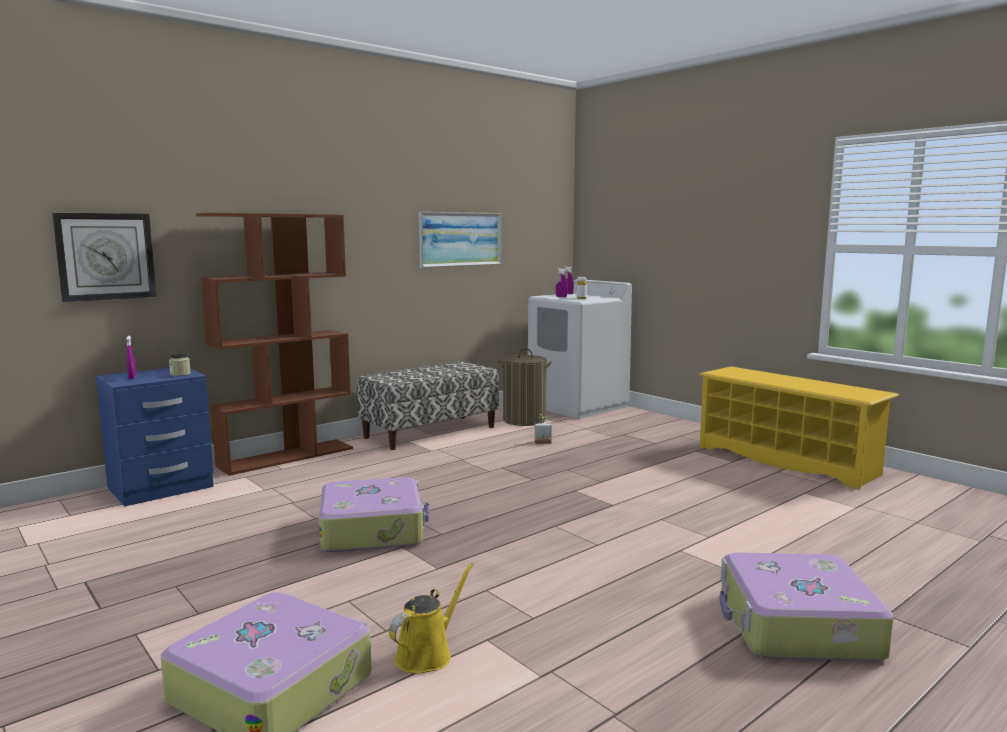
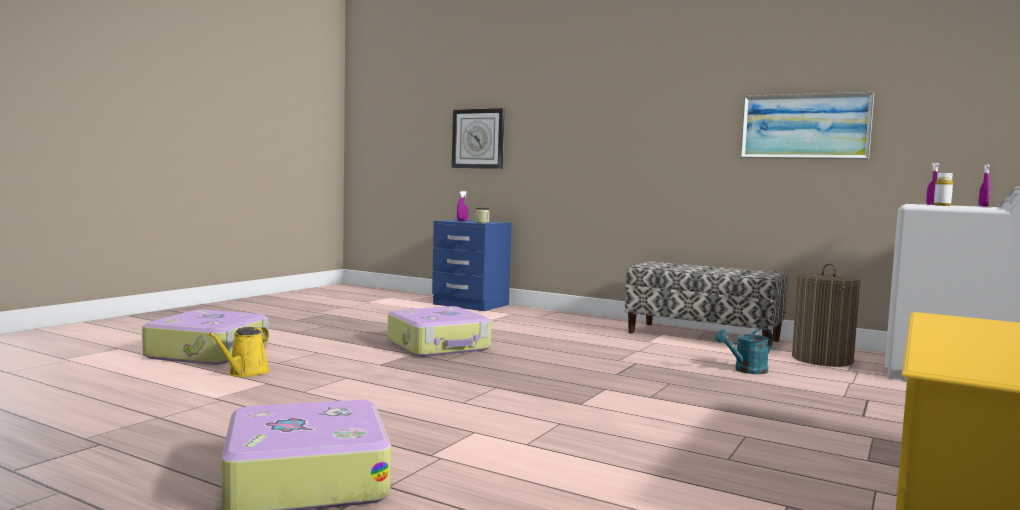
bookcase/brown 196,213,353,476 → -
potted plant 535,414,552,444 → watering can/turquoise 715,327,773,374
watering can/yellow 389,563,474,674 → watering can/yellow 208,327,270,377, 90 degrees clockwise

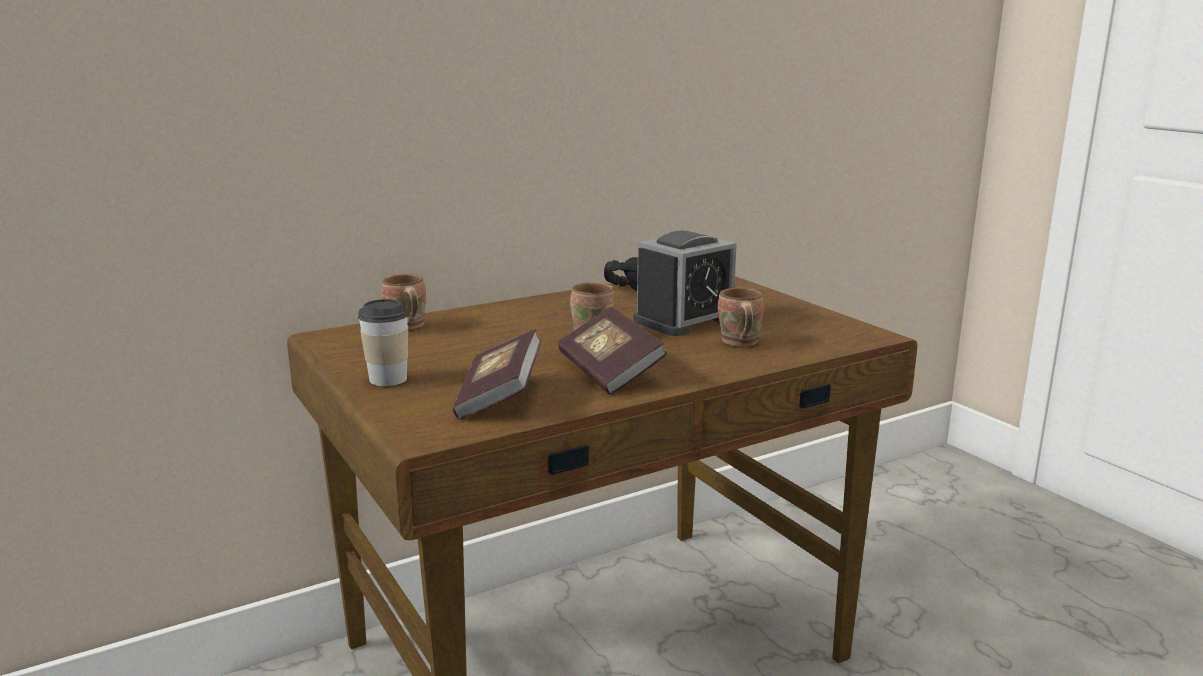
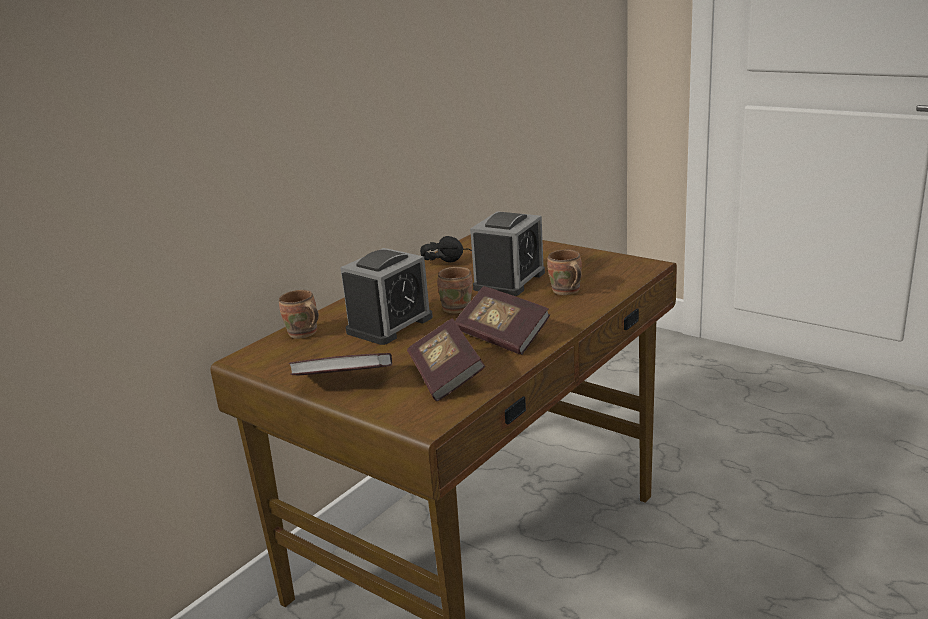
cup 358,299,409,386 → book 289,353,392,375
- → alarm clock 340,248,433,345

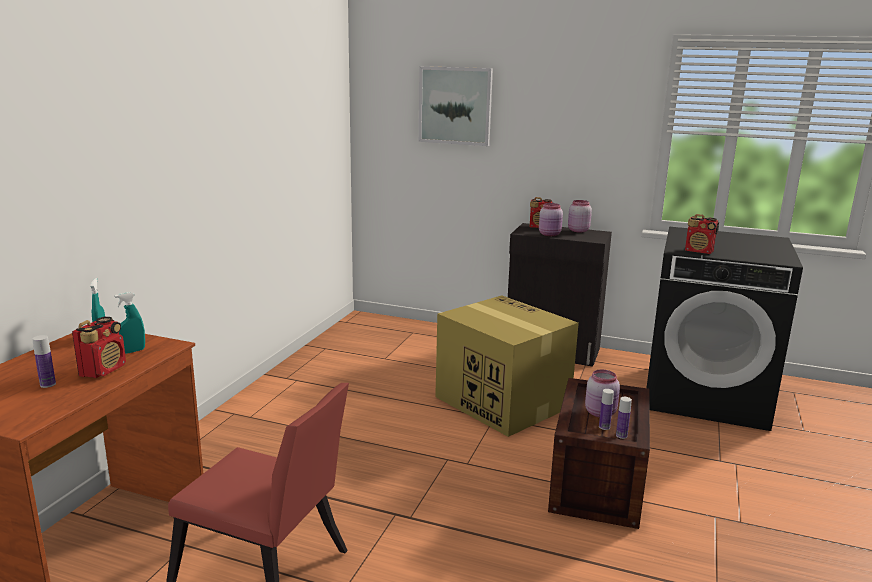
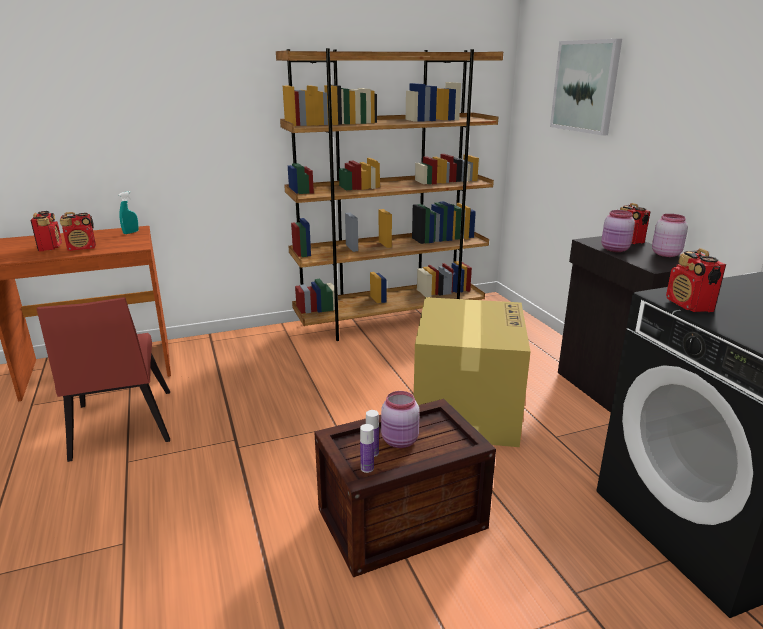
spray bottle/turquoise 114,292,145,354 → -
bottle 32,335,56,388 → radio 31,211,62,251
- → bookcase/brown 276,48,503,341

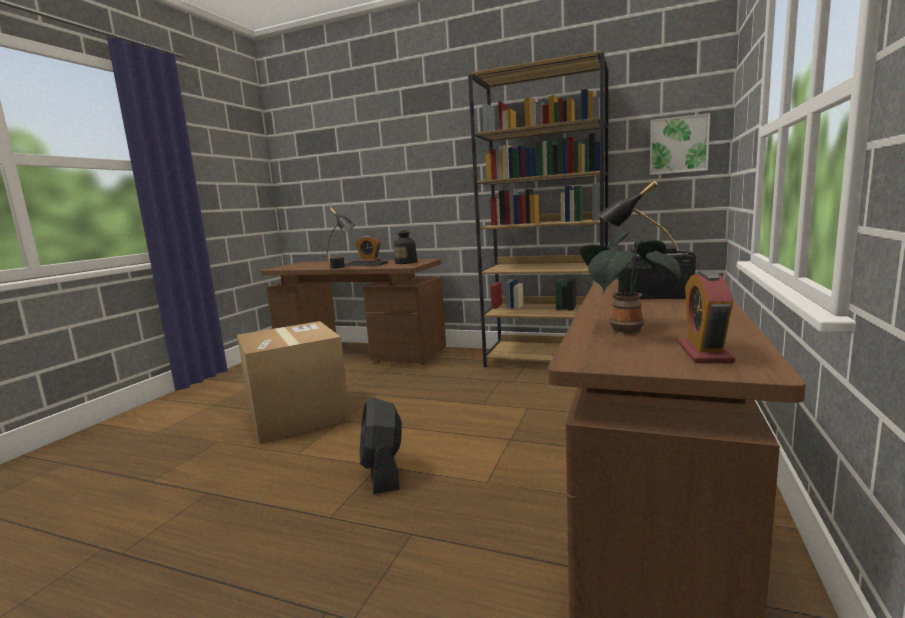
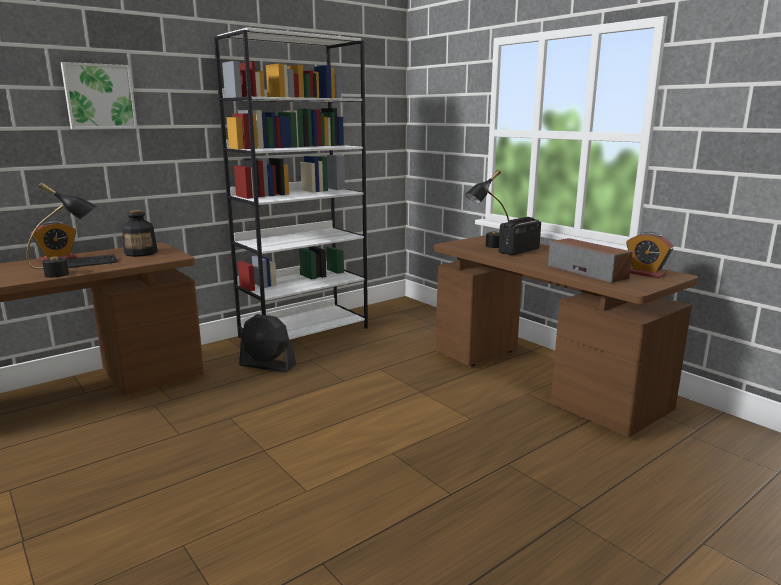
bookcase/brown 468,51,609,367 → bookcase/white 214,27,368,340
picture 650,113,710,175 → picture 61,62,137,129, shifted
potted plant 579,232,681,335 → speaker 548,238,633,283
cardboard box 237,321,351,444 → -
fan/black 360,398,402,494 → fan/black 239,314,296,373, shifted

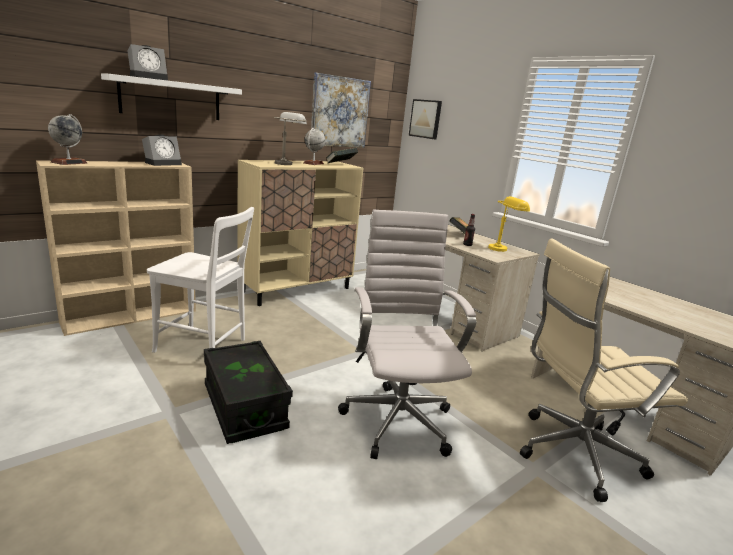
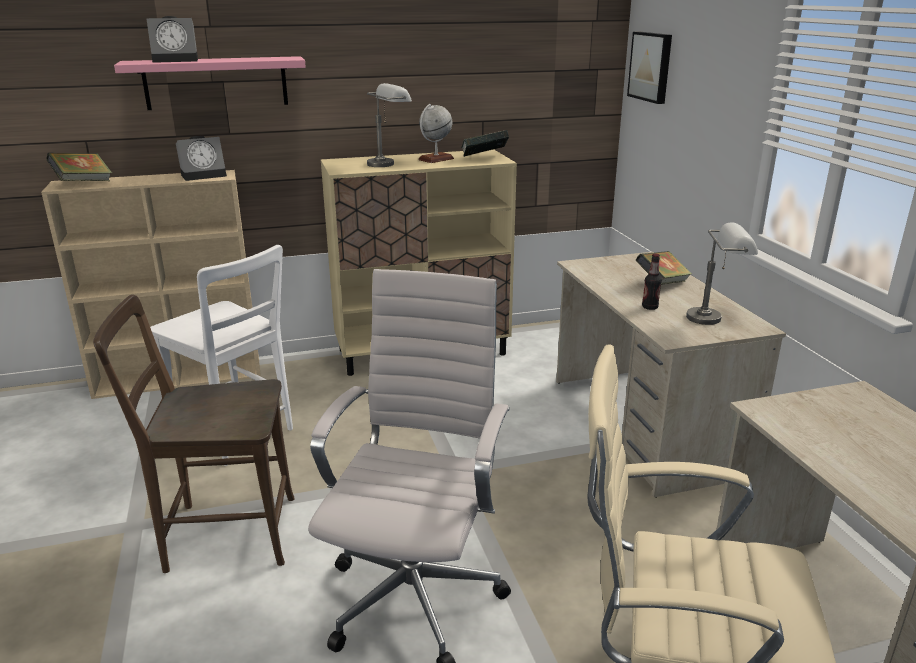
shelf/white 101,73,242,120 → shelf/pink 114,56,306,110
picture 311,73,371,148 → -
globe 48,114,87,165 → book 46,153,112,181
table lamp/yellow 488,196,530,252 → table lamp/grey 686,222,758,325
storage box/black 204,341,293,444 → chair/brown 93,295,295,573

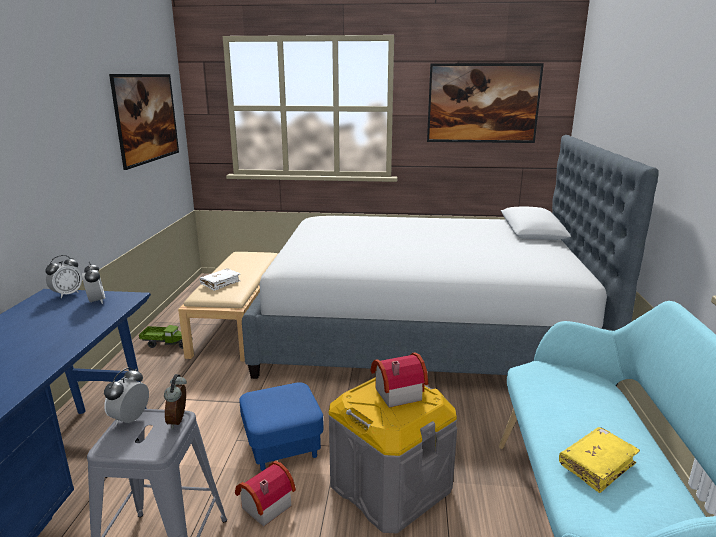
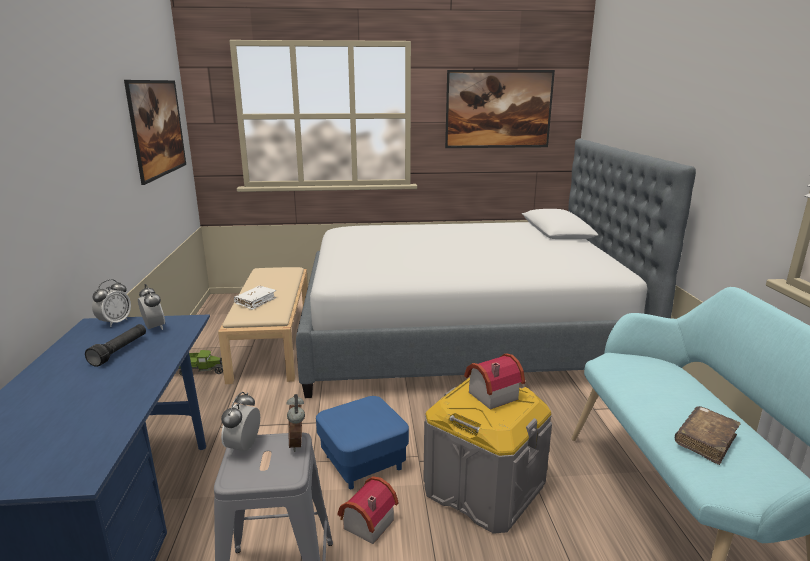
book/yellow 559,427,640,493 → book/brown 675,406,741,465
- → flashlight/black 85,324,146,367

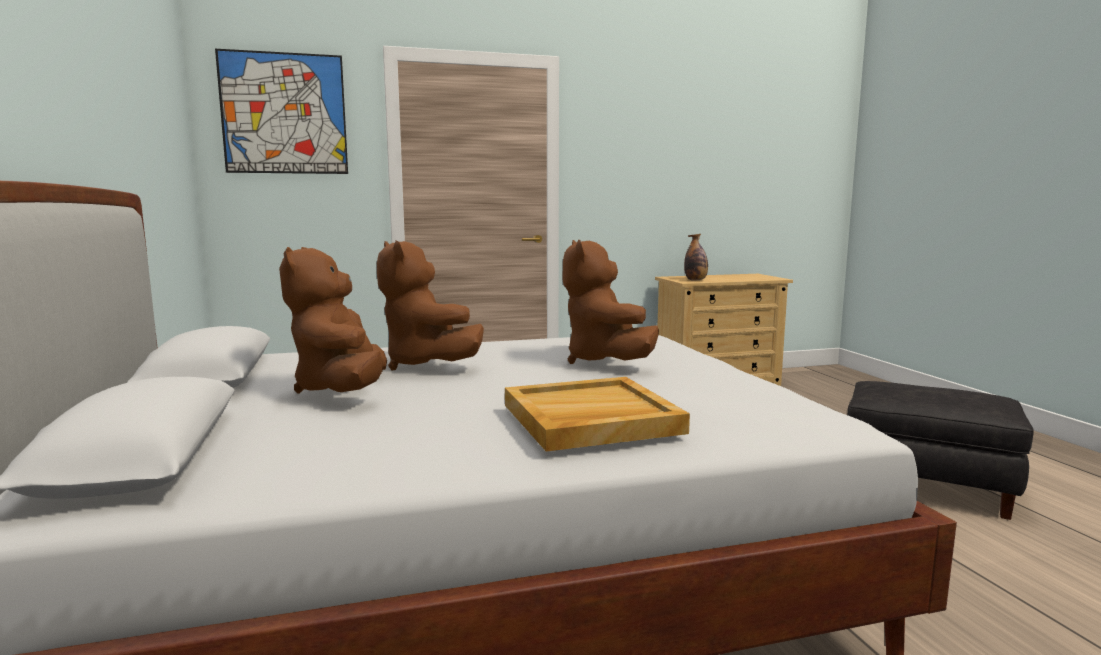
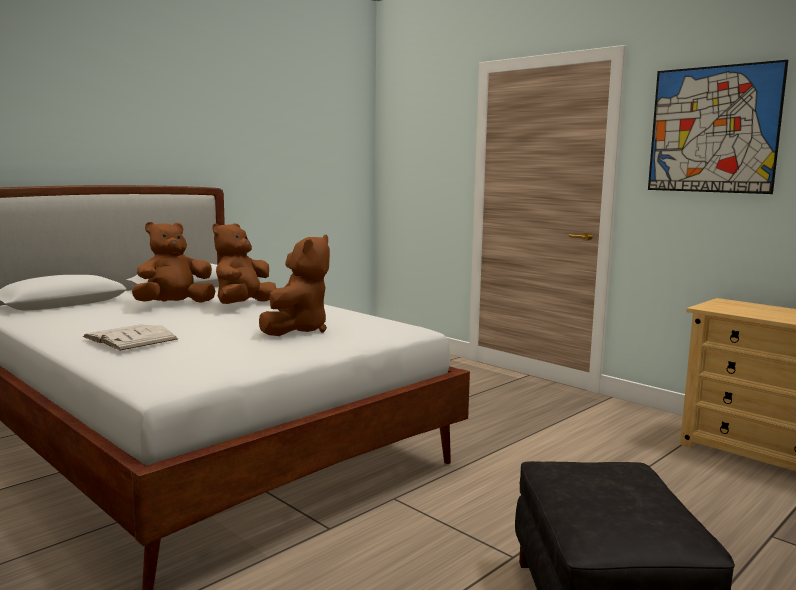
picture 215,49,348,174 → picture 648,60,788,194, shifted
bottle 684,234,708,281 → -
plush toy/brown 563,239,659,364 → plush toy/brown 259,235,330,336, 150 degrees clockwise
tray/beige 505,377,690,452 → book/white 83,325,178,351

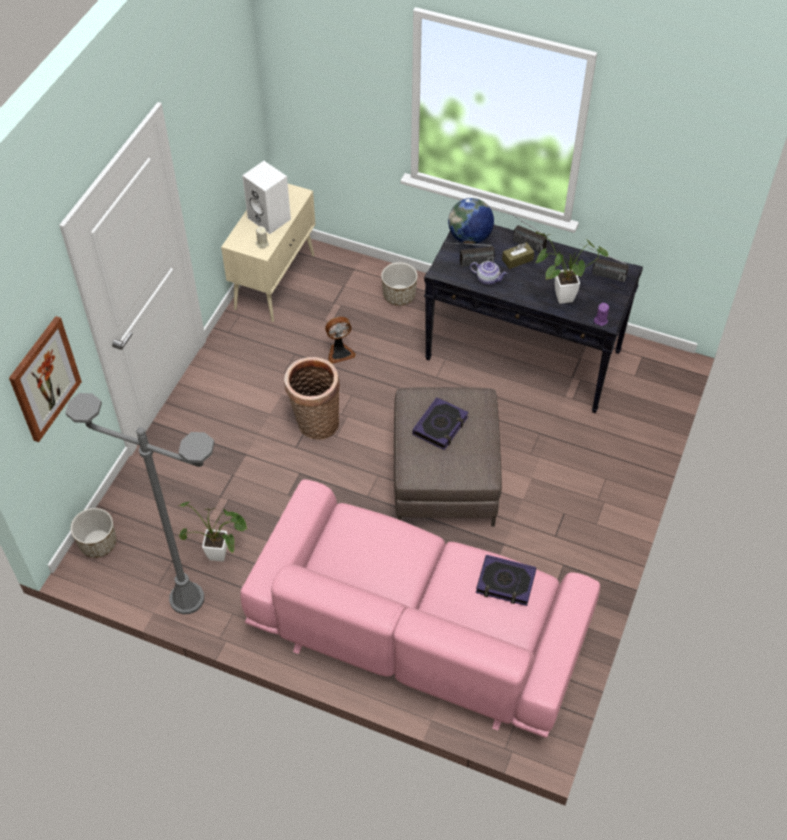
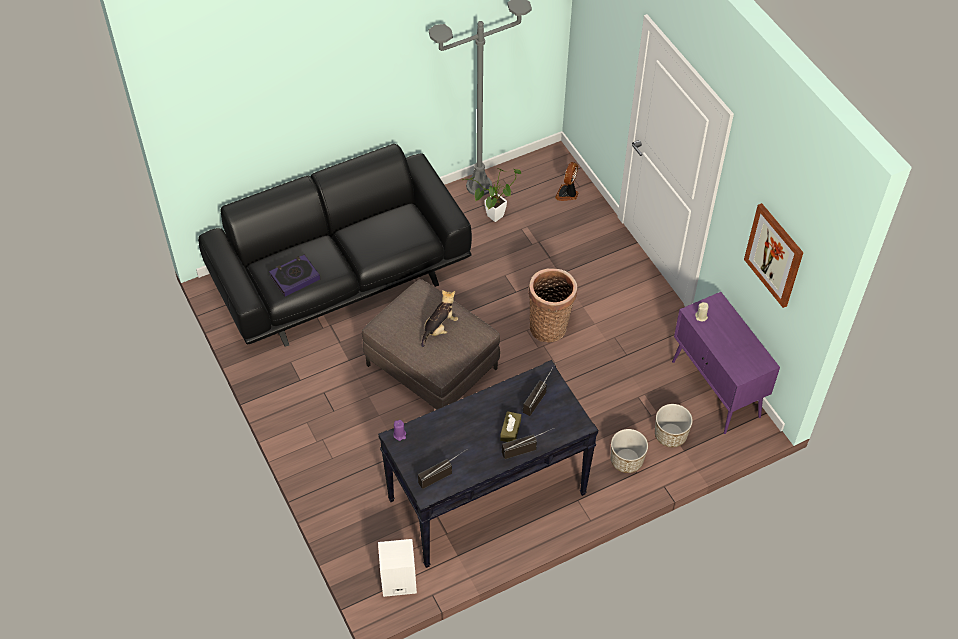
speaker/white 242,161,291,234 → speaker/white 378,539,417,597, shifted
cabinet/beige 221,184,315,322 → cabinet/purple 672,292,780,434
globe 448,198,494,244 → -
potted plant 536,232,608,304 → -
teapot 470,261,507,285 → -
picture 9,316,82,442 → picture 744,203,804,308, shifted
fan 325,317,356,364 → fan 555,162,579,201, shifted
book 412,397,469,450 → plush toy 421,290,458,347
sofa/pink 240,479,600,738 → sofa/black 198,144,472,347
planter 71,508,116,558 → planter 655,404,693,447, shifted

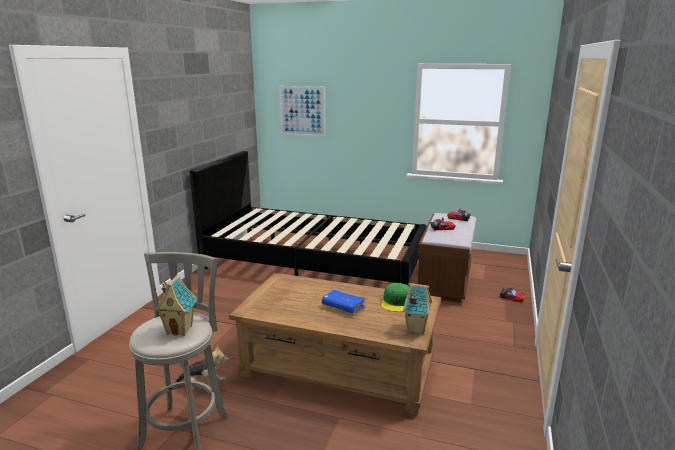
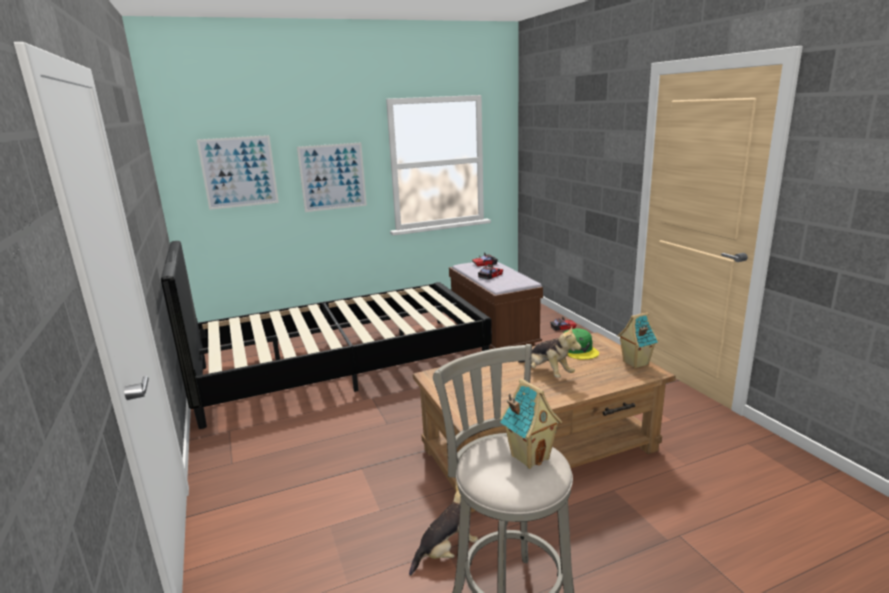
book/blue 322,290,366,314 → plush toy 518,326,582,378
- → picture 297,142,367,212

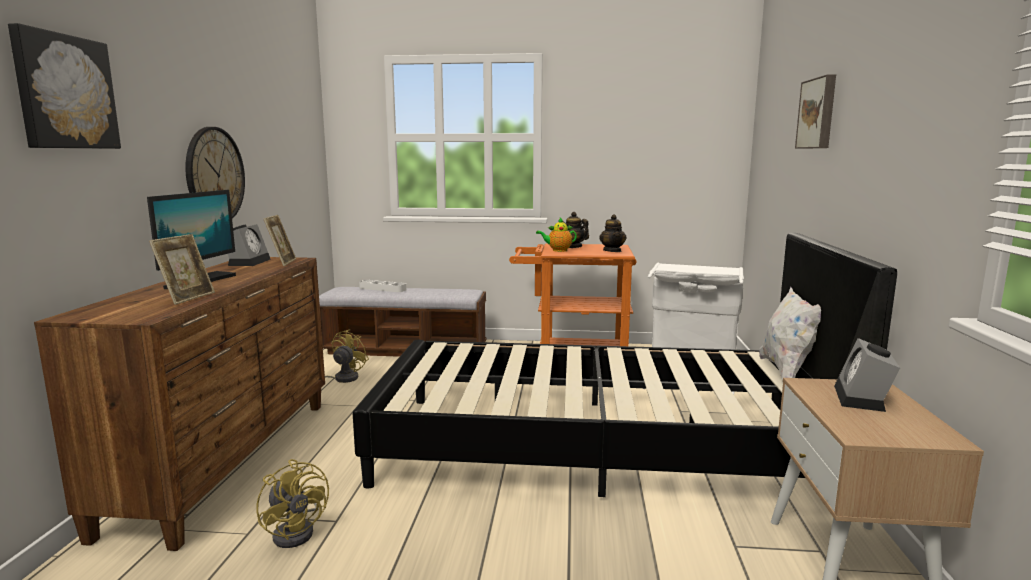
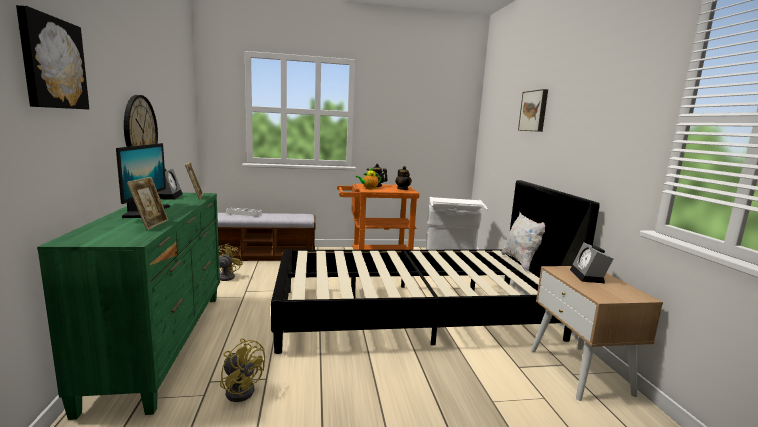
dresser/brown 34,257,325,551 → dresser/green 37,193,220,420

